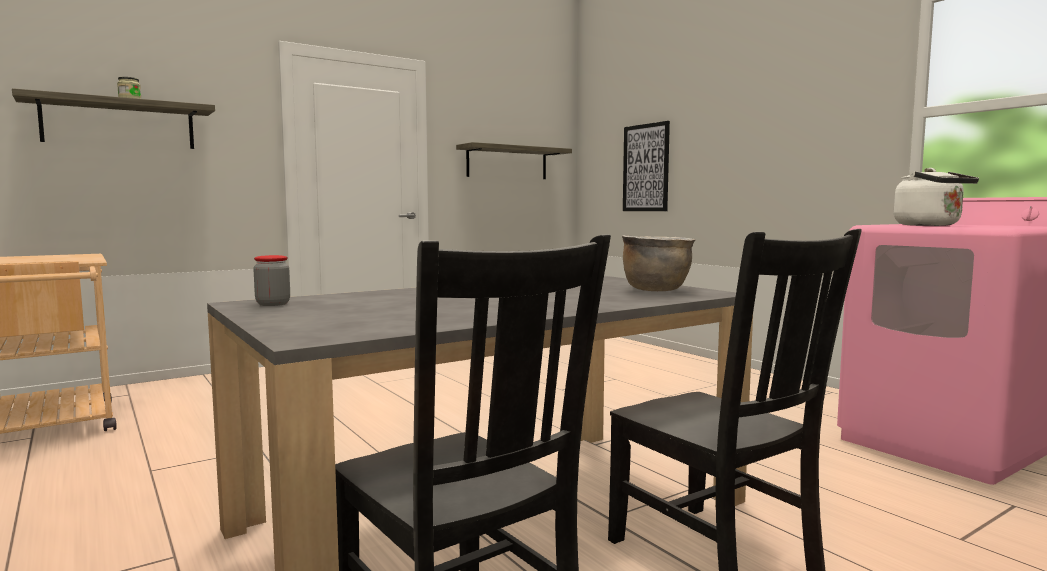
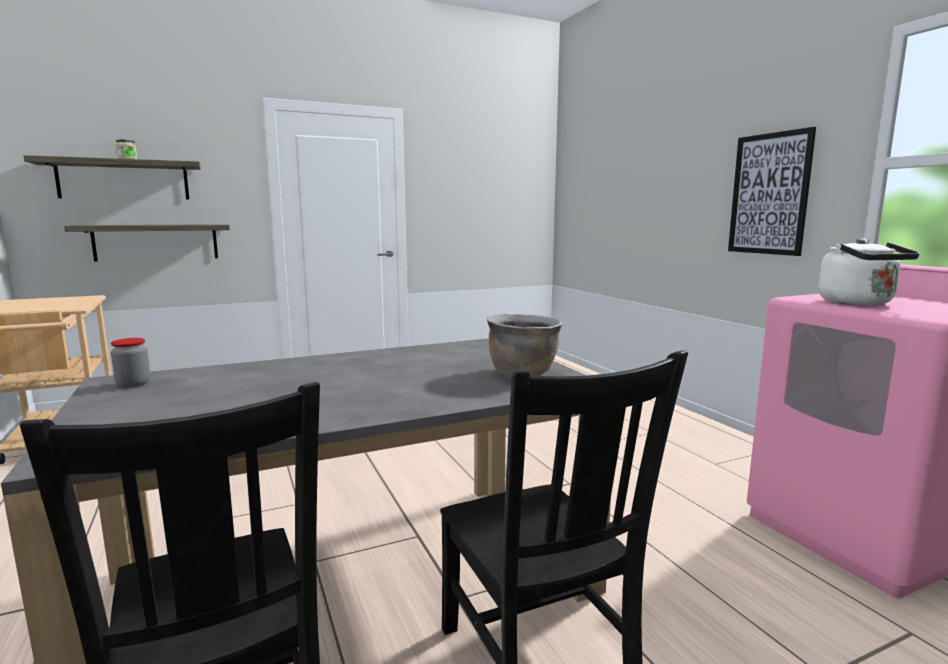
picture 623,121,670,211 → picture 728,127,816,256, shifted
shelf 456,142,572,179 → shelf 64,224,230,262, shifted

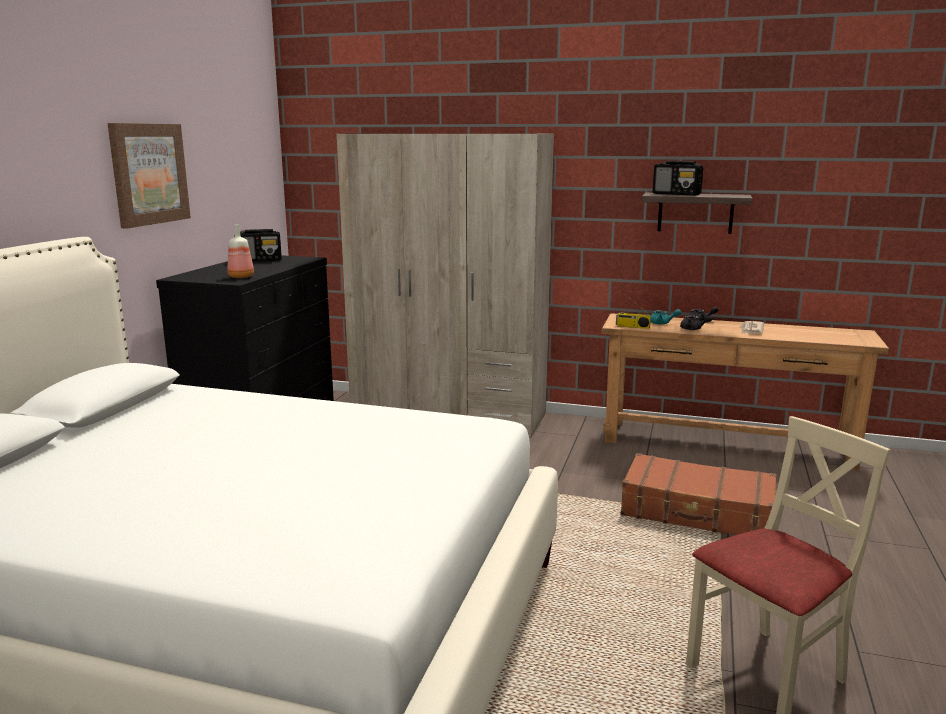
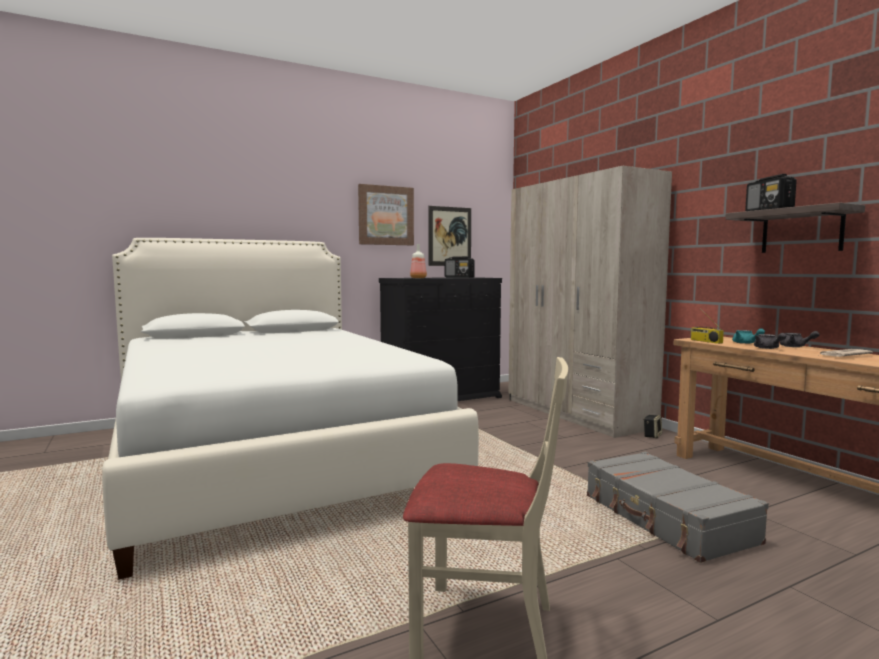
suitcase/brown 621,453,777,535 → suitcase/grey 587,452,769,563
- → picture 428,206,471,266
- → speaker 643,415,662,438

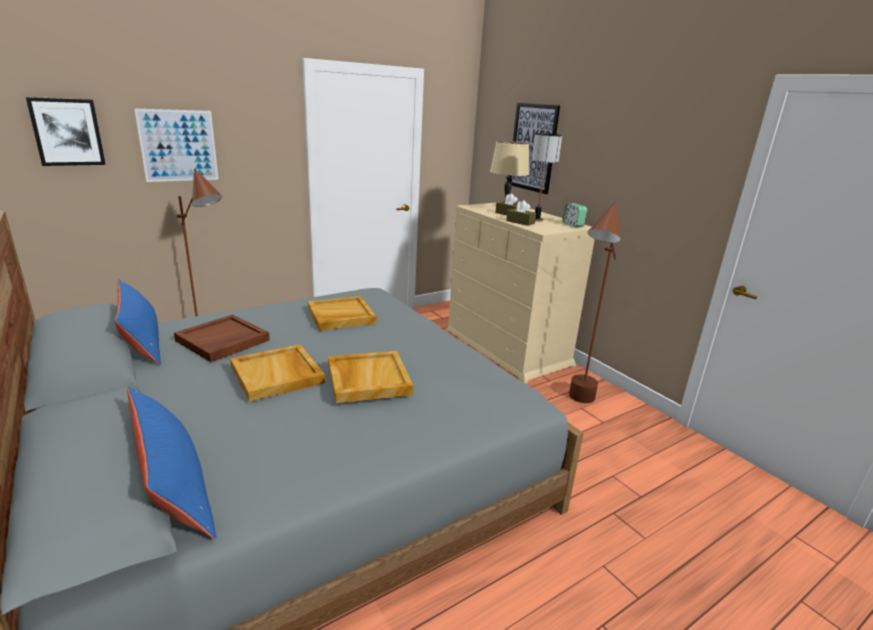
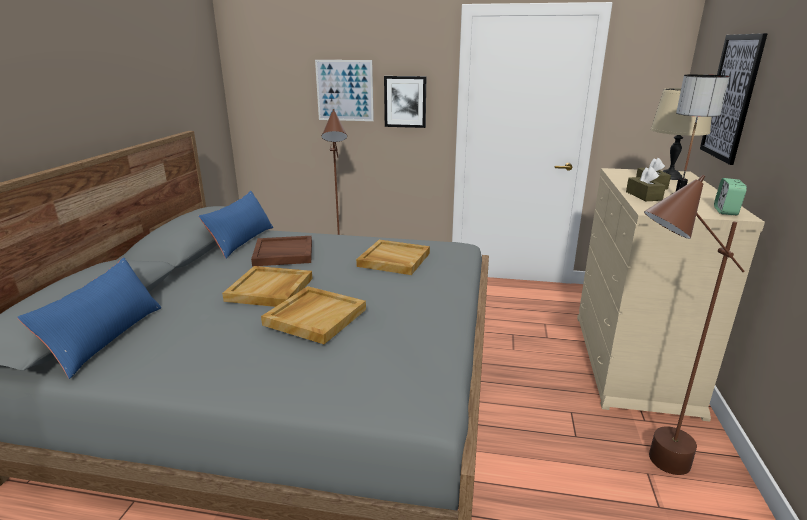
picture 26,97,106,166 → picture 384,76,426,128, shifted

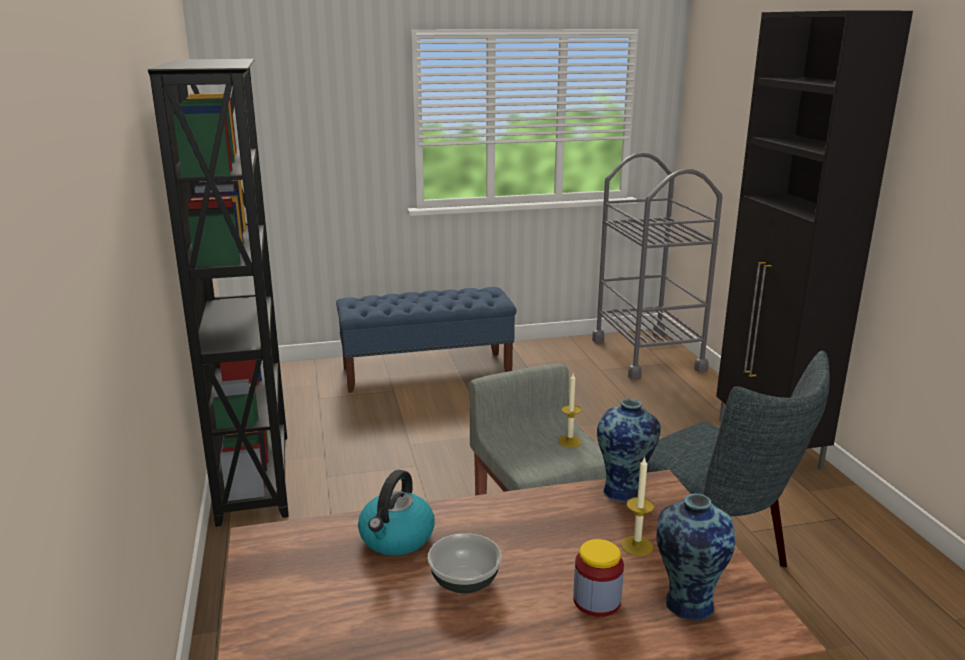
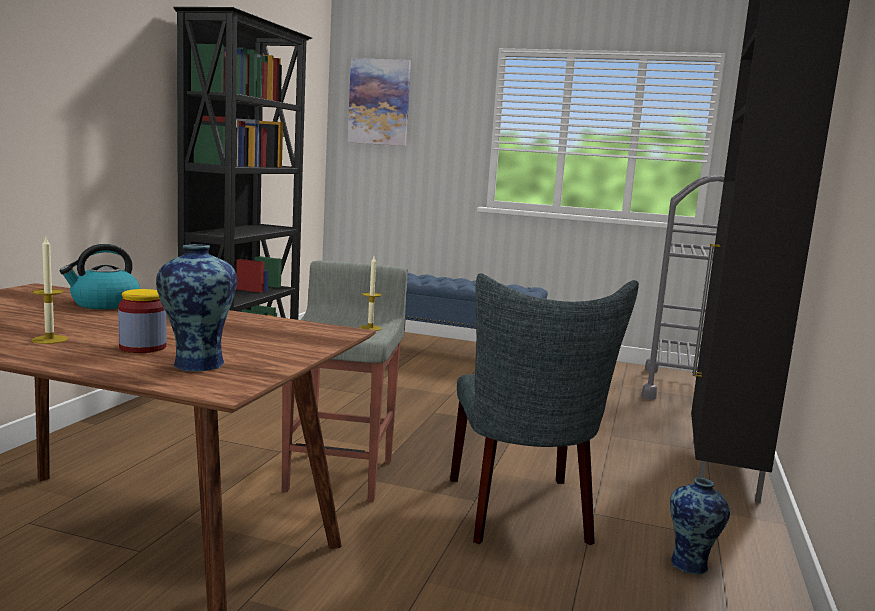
vase 597,398,661,502 → vase 670,478,730,574, shifted
candle 621,456,654,556 → candle 32,237,68,344, shifted
bowl 428,533,502,593 → -
- → picture 348,58,411,146

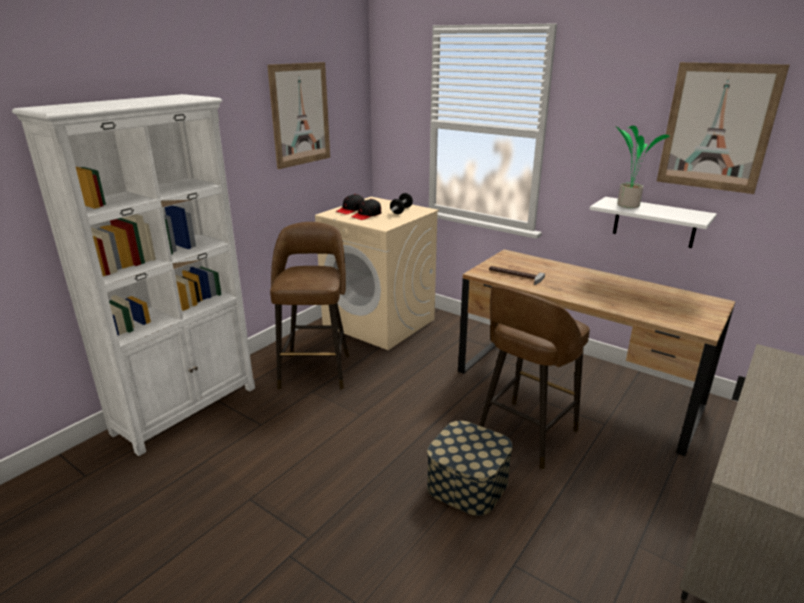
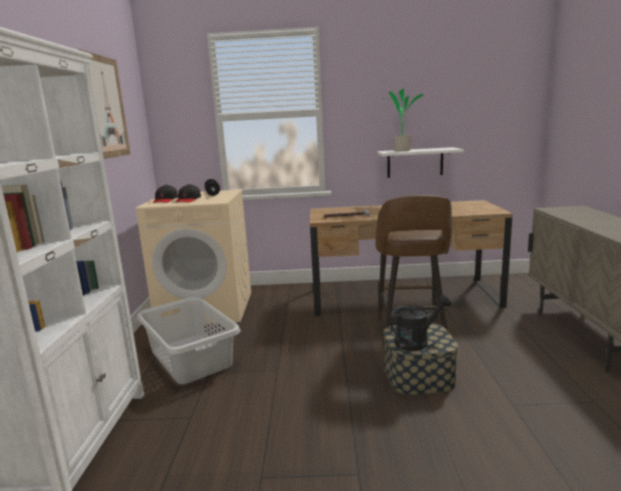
picture 657,62,789,194 → -
stool/brown 270,222,349,390 → laundry basket/grey 137,297,241,384
- → watering can/black 390,295,451,351

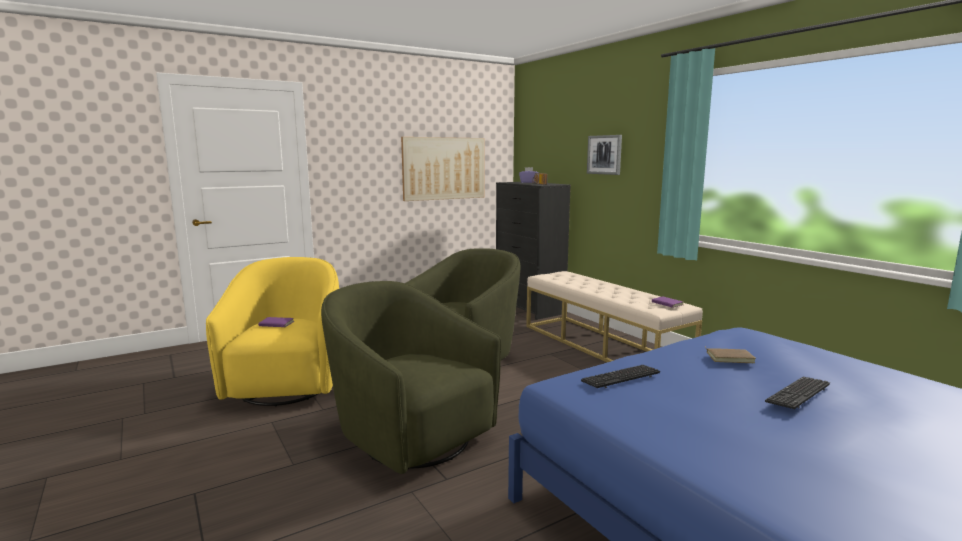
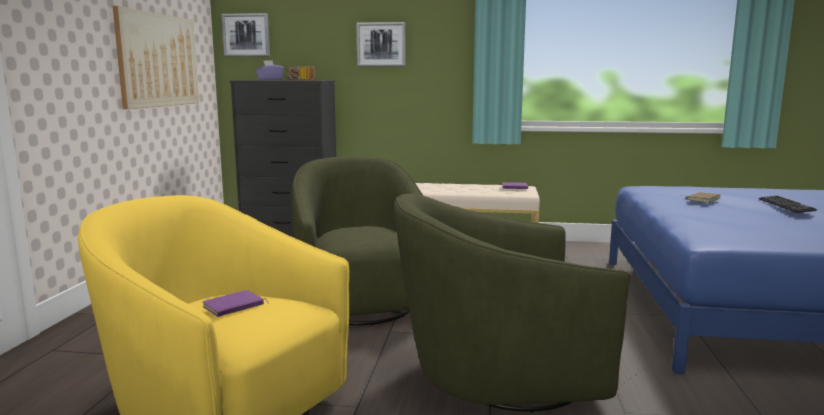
keyboard 581,365,660,388 → -
- → picture 221,13,270,57

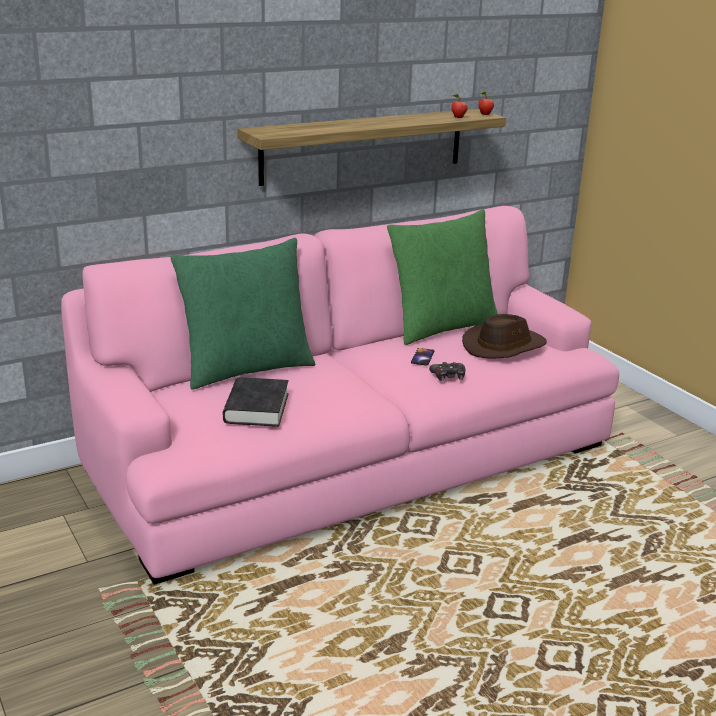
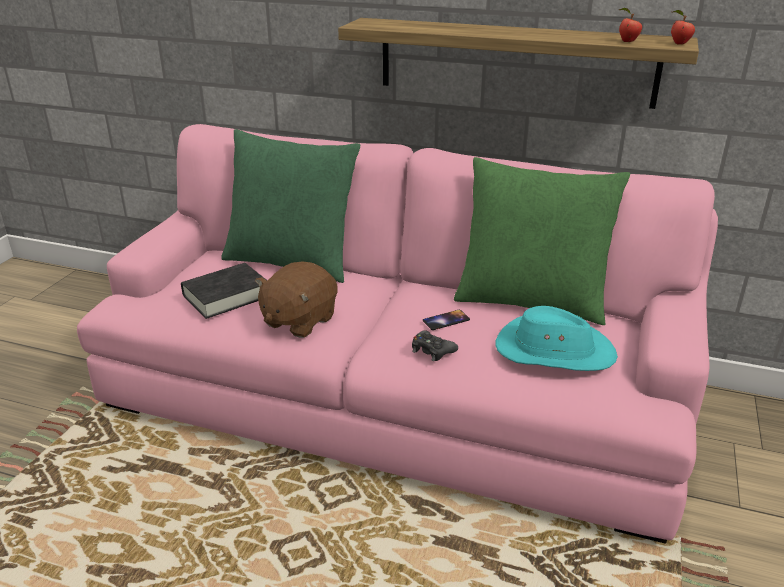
hat/brown 462,314,547,359 → hat/turquoise 495,306,618,371
- → plush toy/brown 255,262,337,338

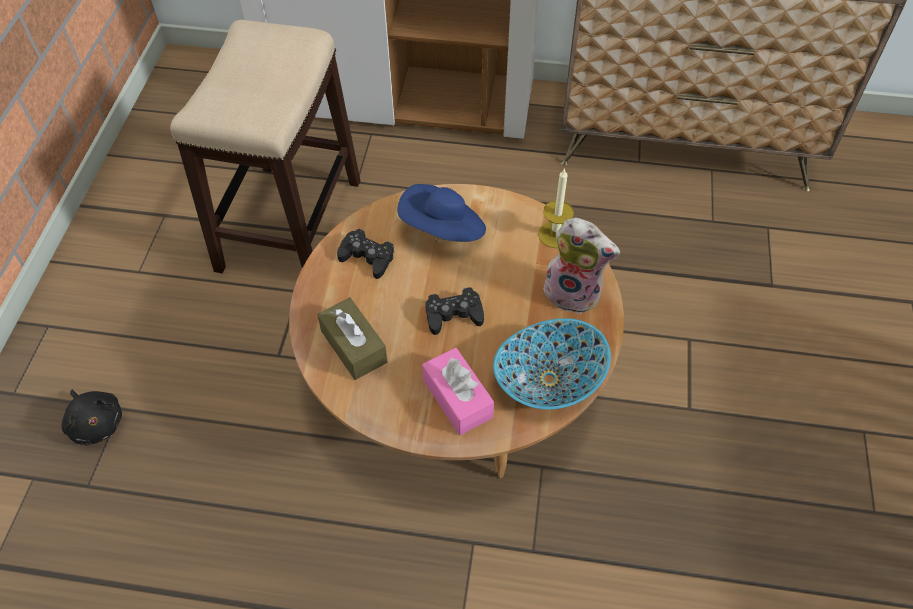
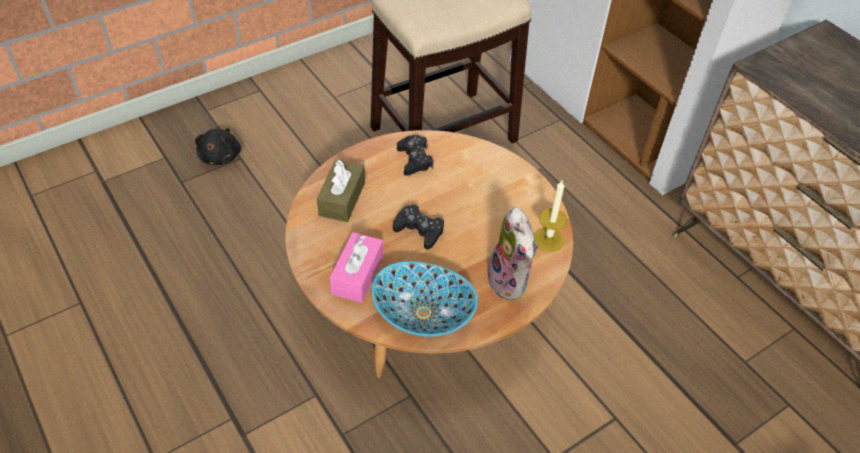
hat/blue 397,184,486,242 → -

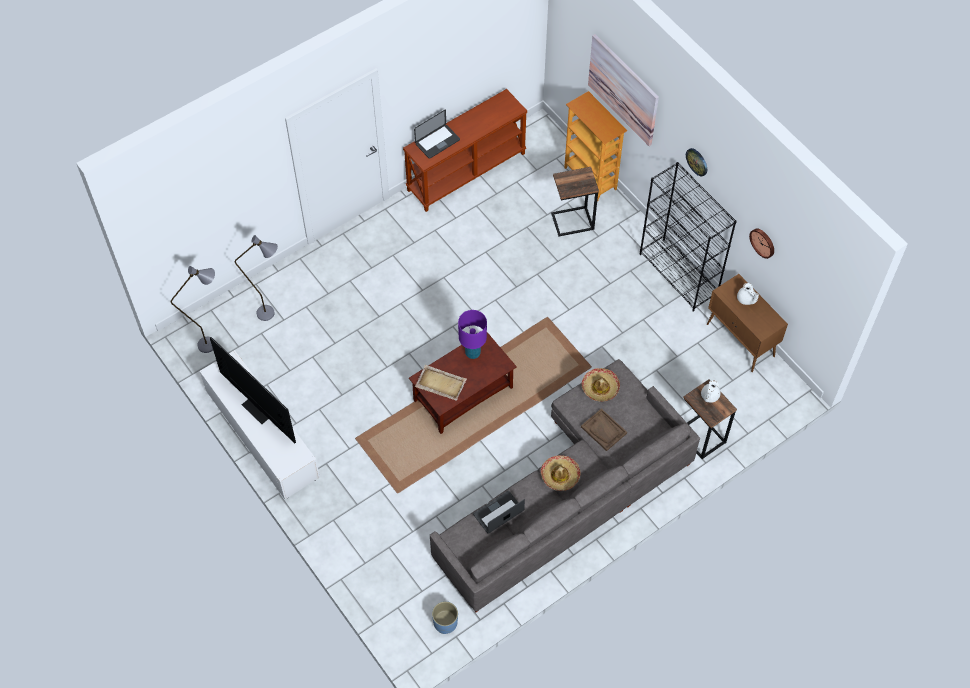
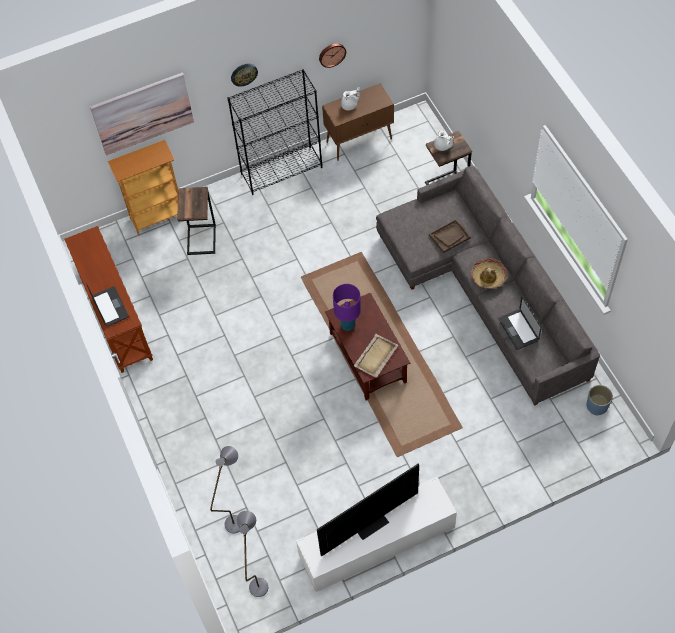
hat 582,368,620,402 → -

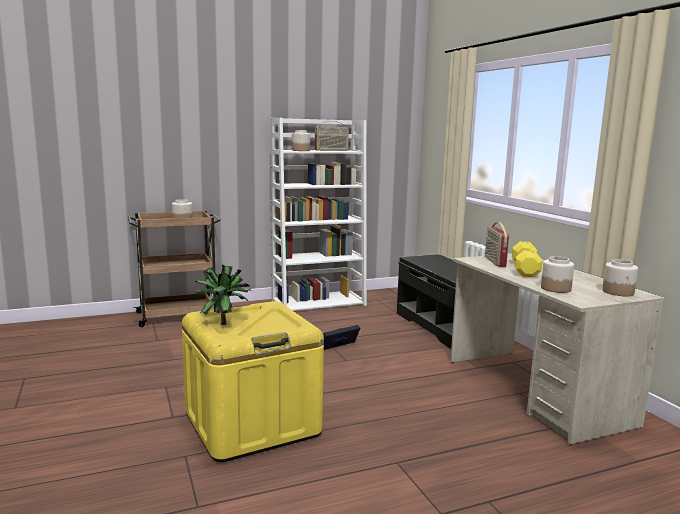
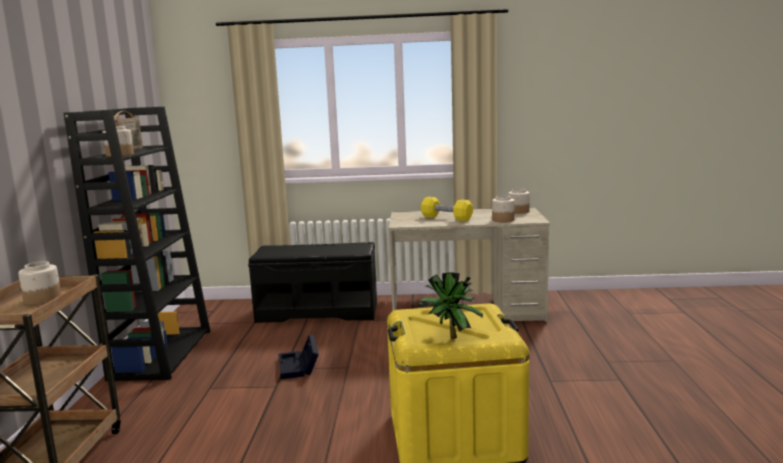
bookcase/white 271,118,367,311 → bookcase/black 63,107,211,381
radio 485,222,509,267 → -

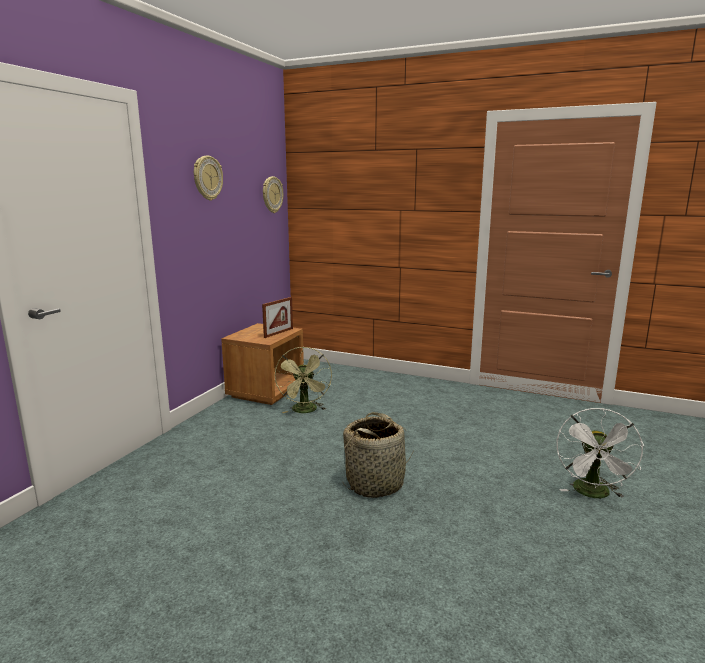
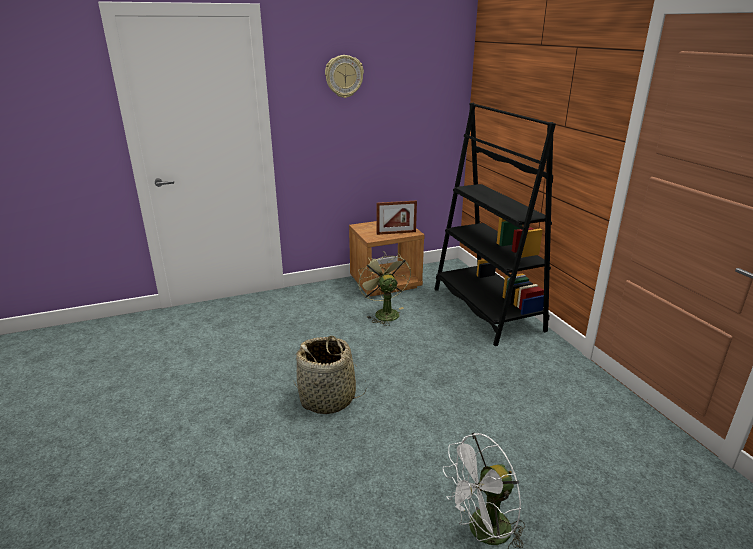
wall clock 263,176,283,213 → -
fan/green 275,347,332,413 → fan/green 358,251,411,326, 120 degrees clockwise
- → bookcase/black 435,103,556,346

